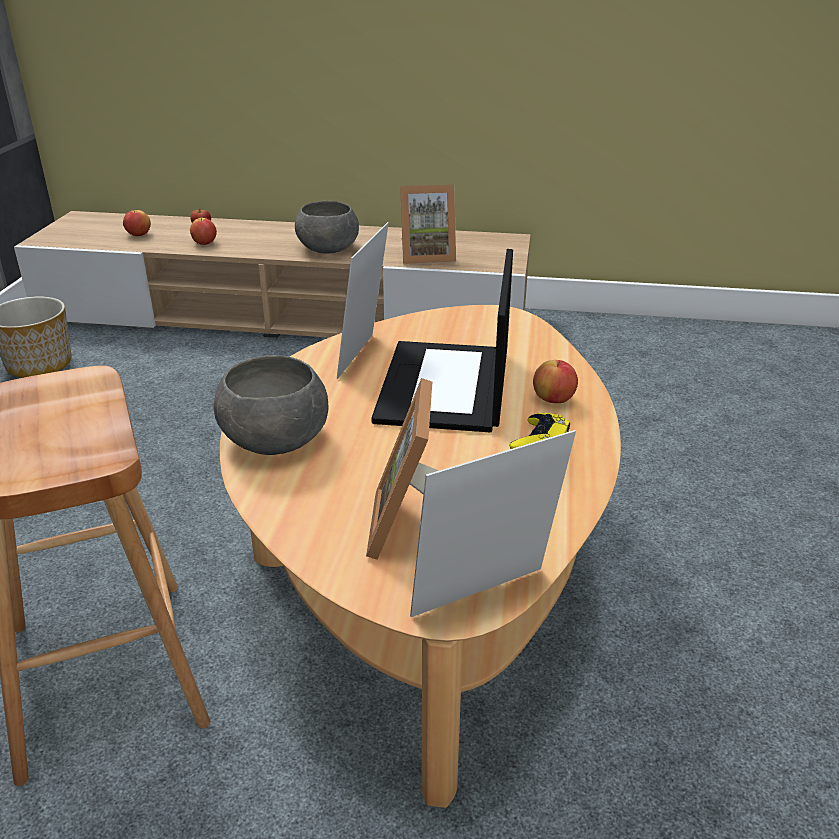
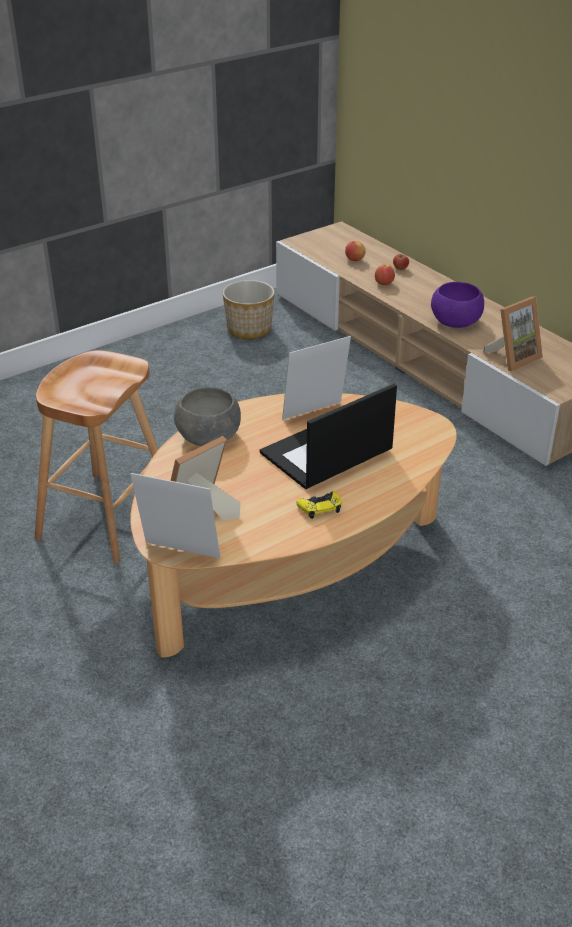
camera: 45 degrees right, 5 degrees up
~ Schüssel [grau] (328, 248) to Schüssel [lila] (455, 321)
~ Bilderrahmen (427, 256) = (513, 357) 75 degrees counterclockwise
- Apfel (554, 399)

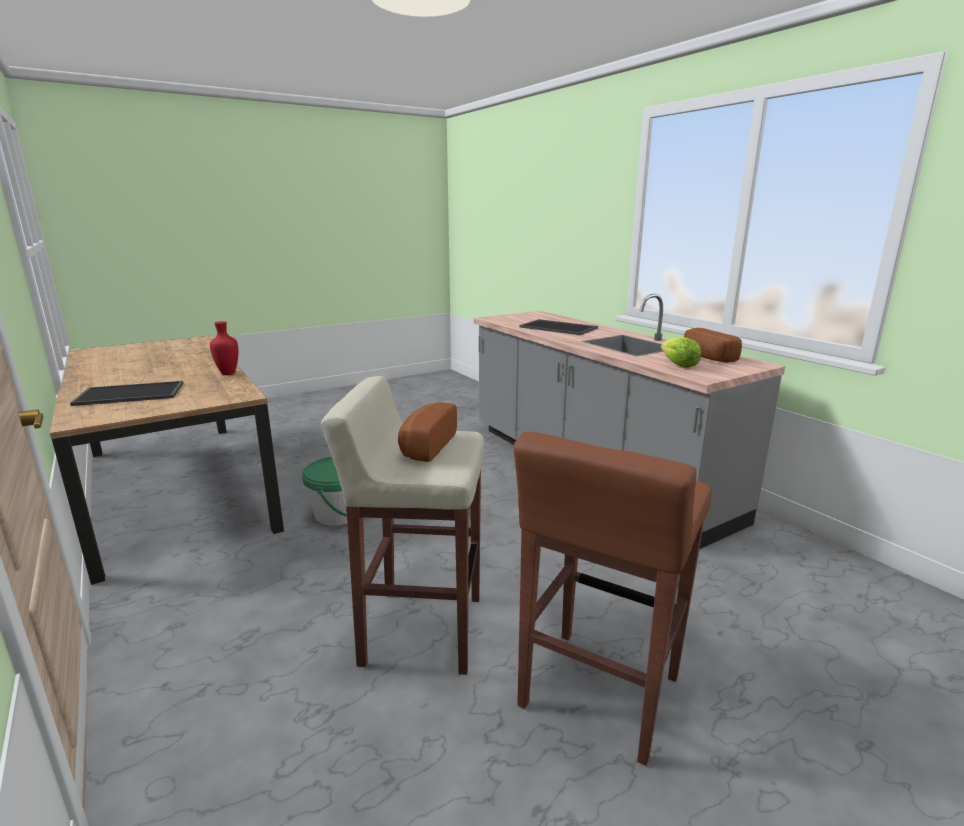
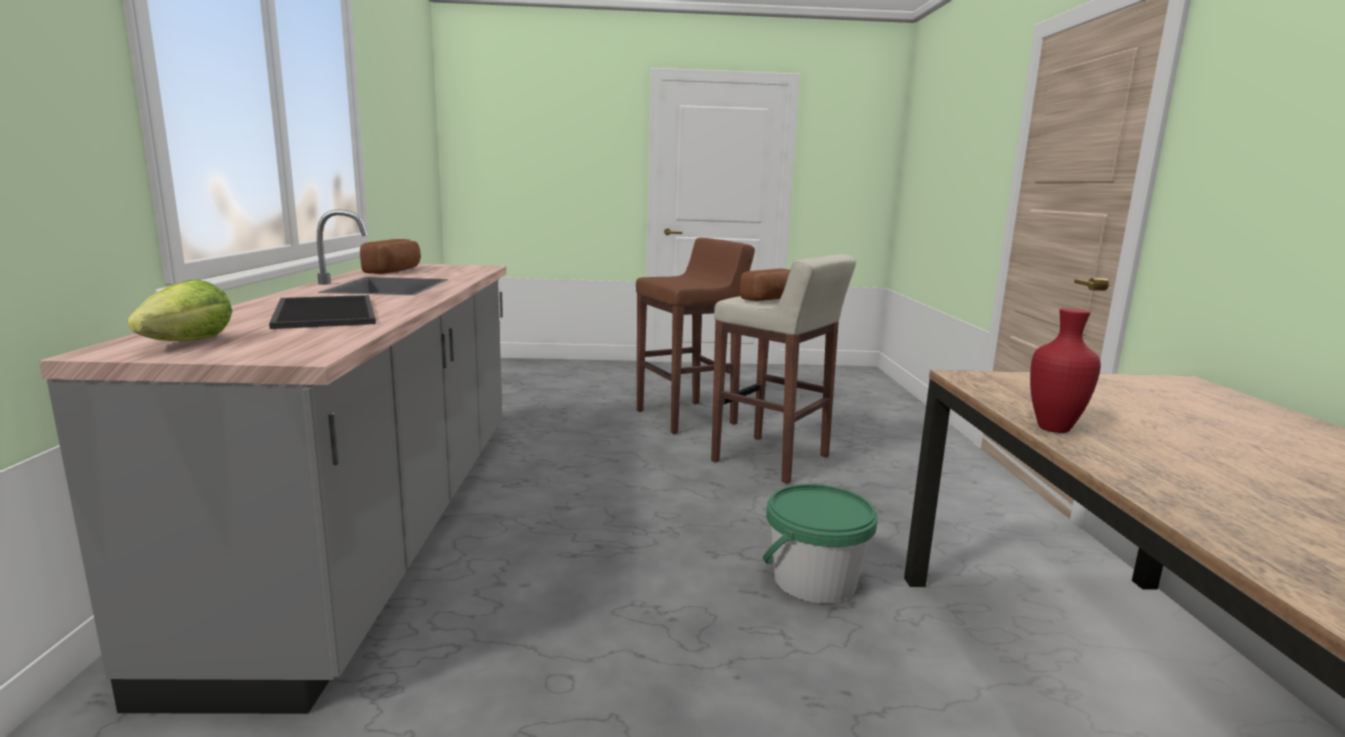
camera: 150 degrees left, 5 degrees down
- Tablett (129, 394)
~ Salatkopf (678, 365) to (189, 342)

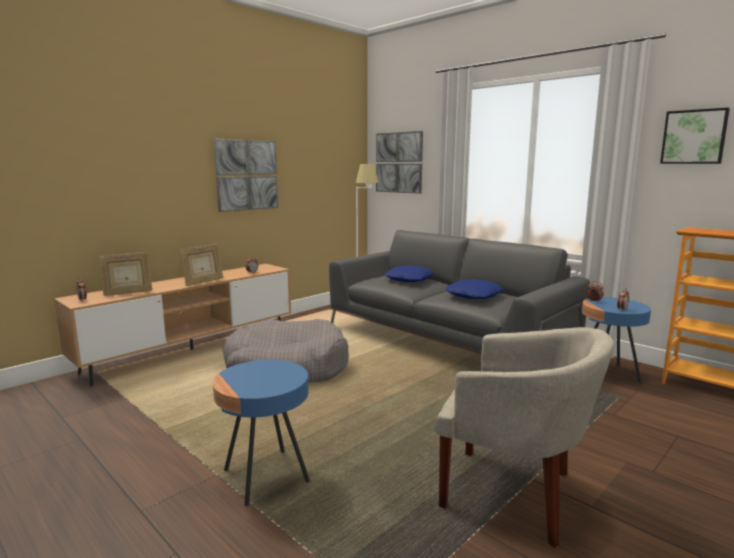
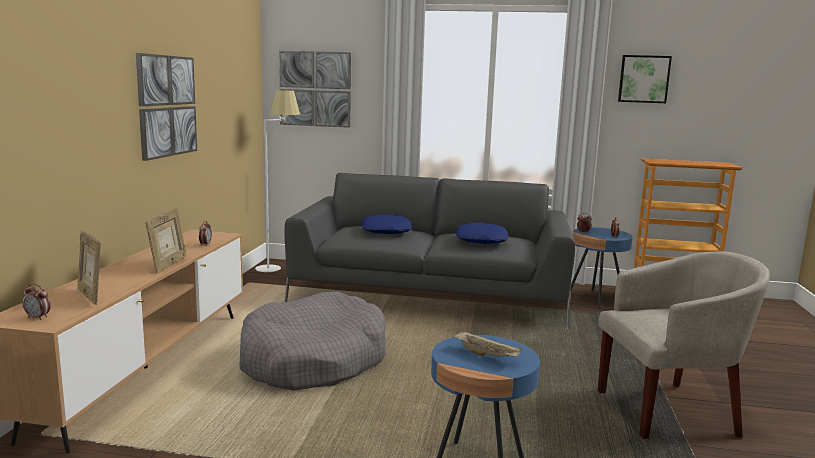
camera: 35 degrees left, 0 degrees up
~ Bilderrahmen (128, 293) = (90, 296) 105 degrees clockwise
+ Tablett [beige] (487, 356)

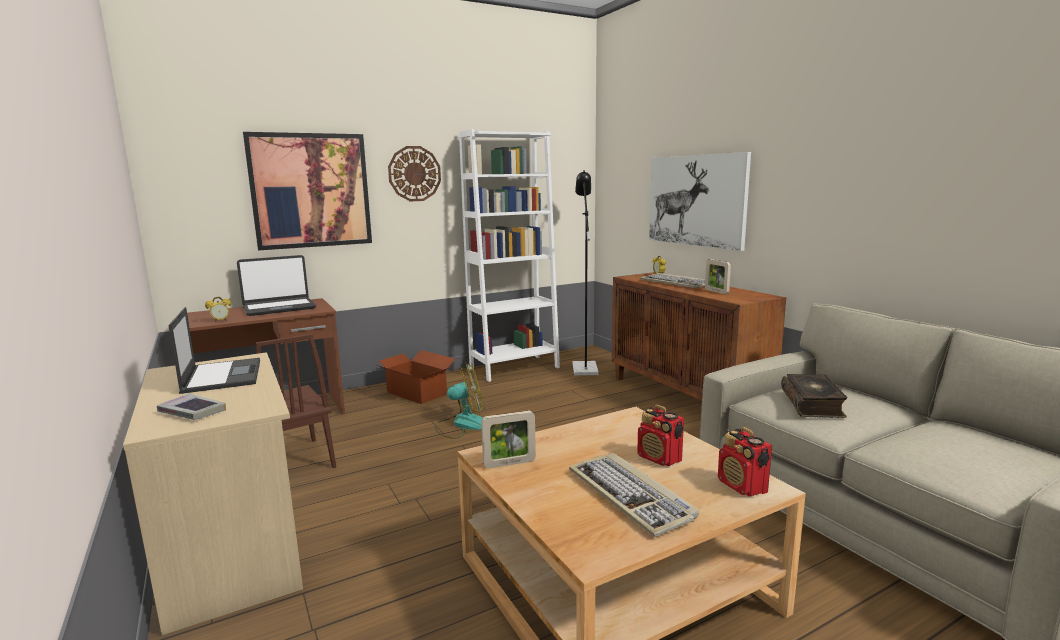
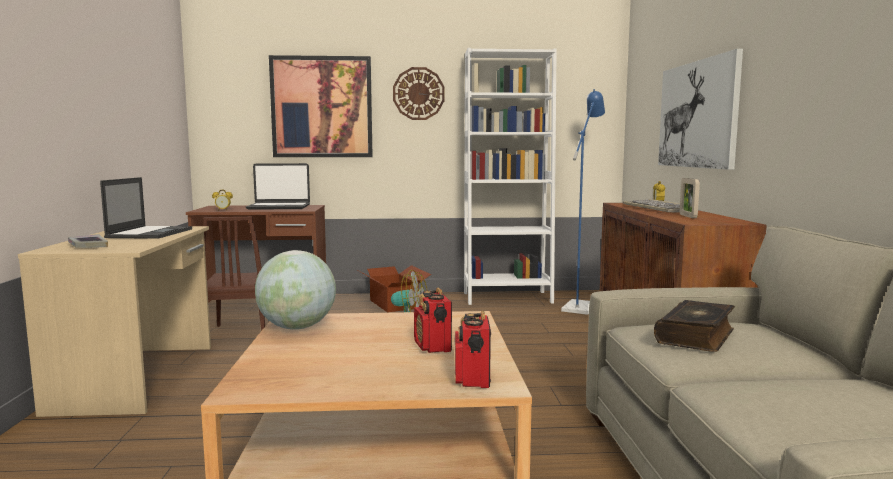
camera: 25 degrees right, 5 degrees down
~ Bilderrahmen (509, 463) to Globus (297, 327)
- Tastatur (631, 496)
~ Stehlampe [schwarz] (584, 367) to Stehlampe [blau] (581, 306)

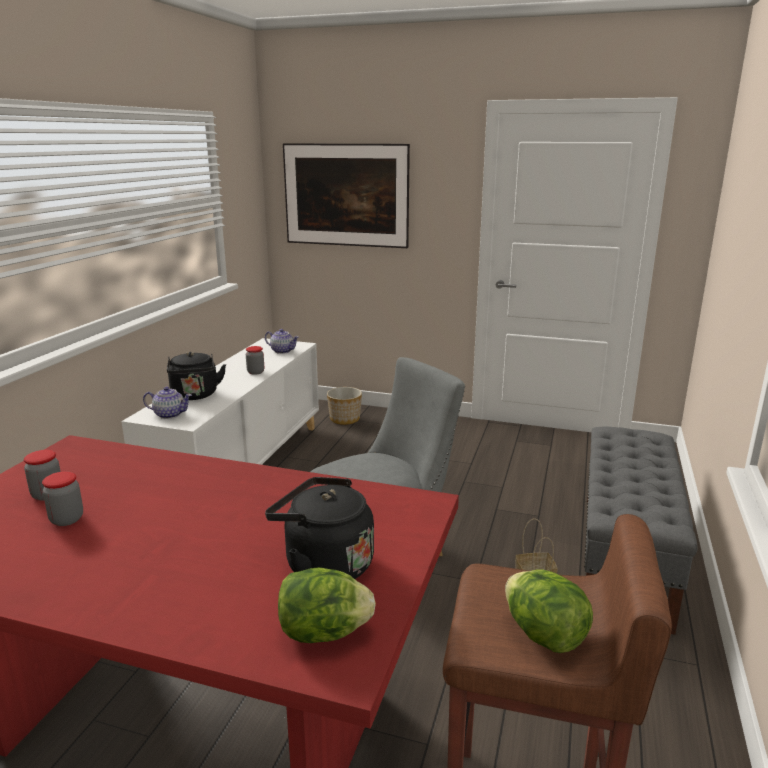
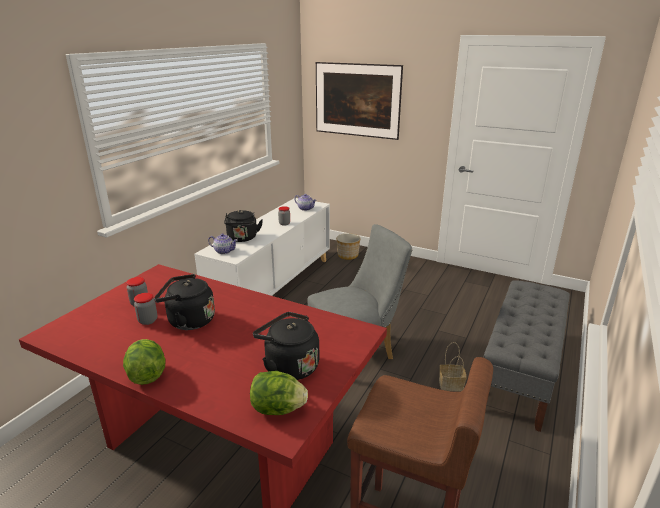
camera: 10 degrees right, 5 degrees up
~ Salatkopf (544, 635) to (147, 375)
+ Wasserkessel [schwarz] (188, 321)

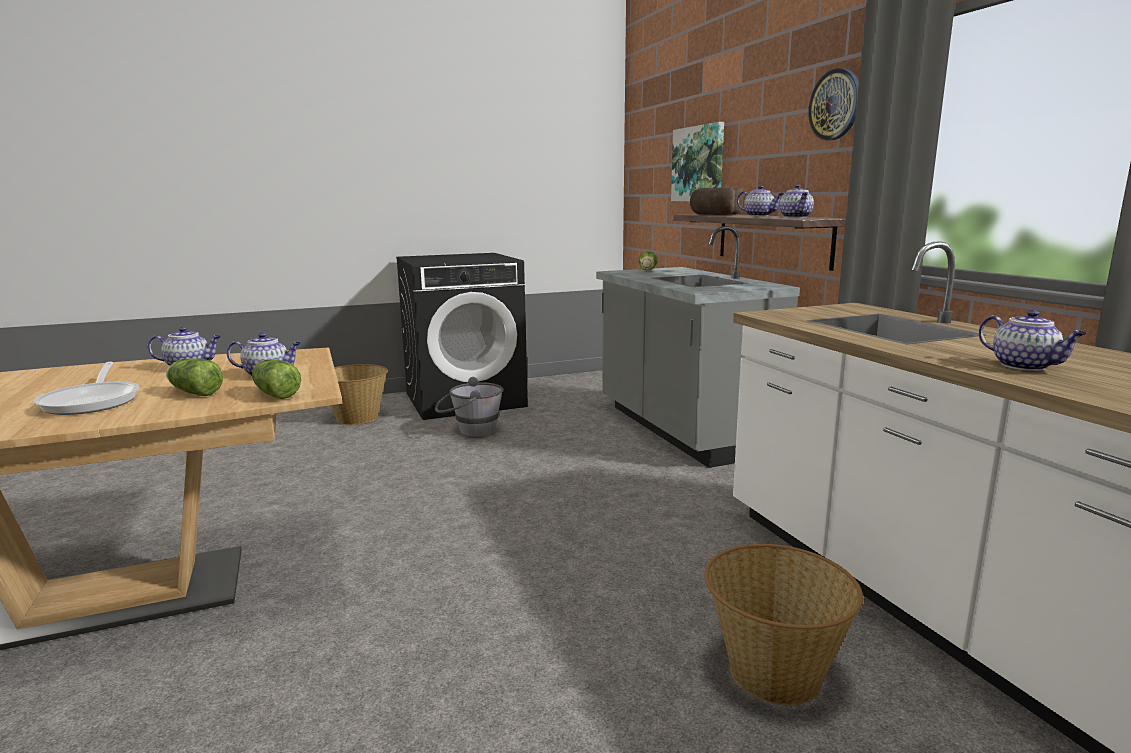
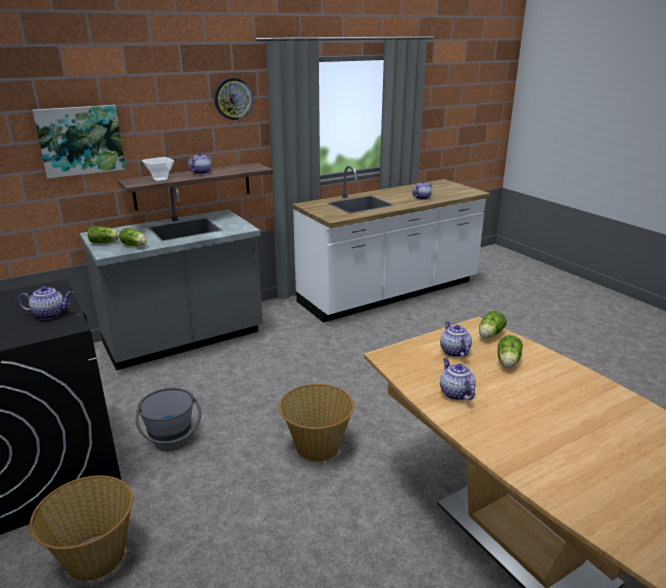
camera: 100 degrees left, 10 degrees up
- Pfanne (93, 401)
~ Brot (713, 214) to Schüssel (159, 179)
~ Korb (773, 672) to (317, 447)
~ Teekanne (796, 217) to (50, 314)
+ Salatkopf (135, 245)

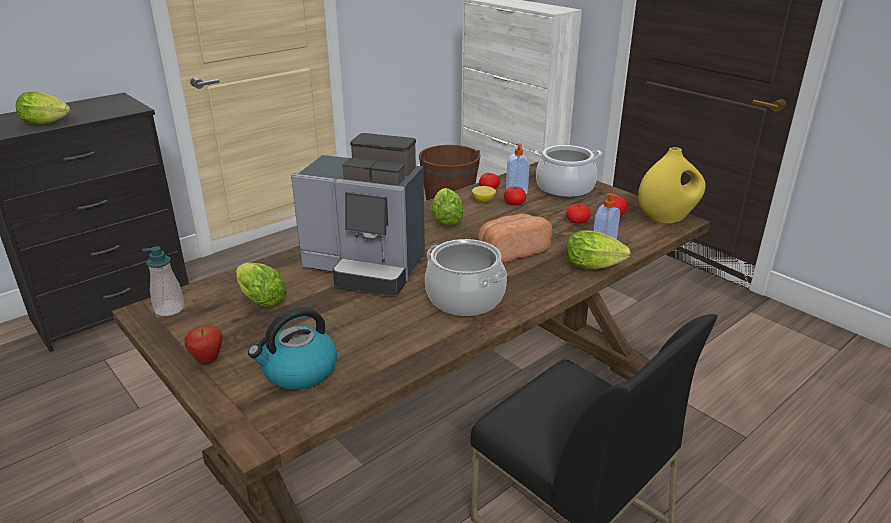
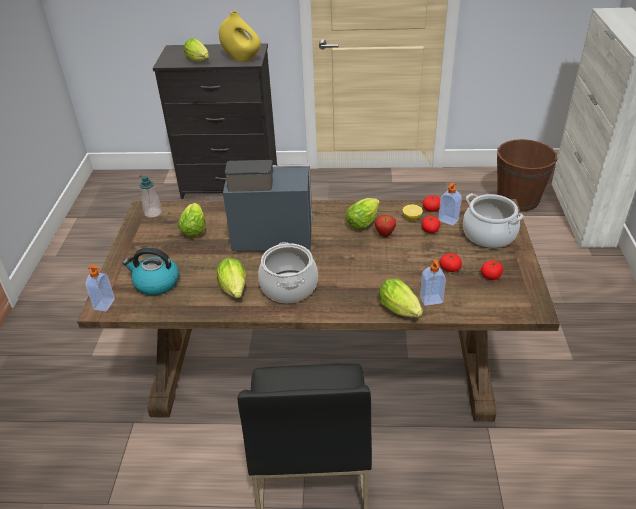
camera: 45 degrees right, 10 degrees up
~ Apfel (208, 360) to (385, 235)
~ Kaffeemaschine (367, 268) = (269, 235) 120 degrees clockwise
- Brot (510, 252)
~ Vase [gelb] (667, 218) to (242, 59)
+ Seifenspender (105, 304)
+ Salatkopf (234, 290)

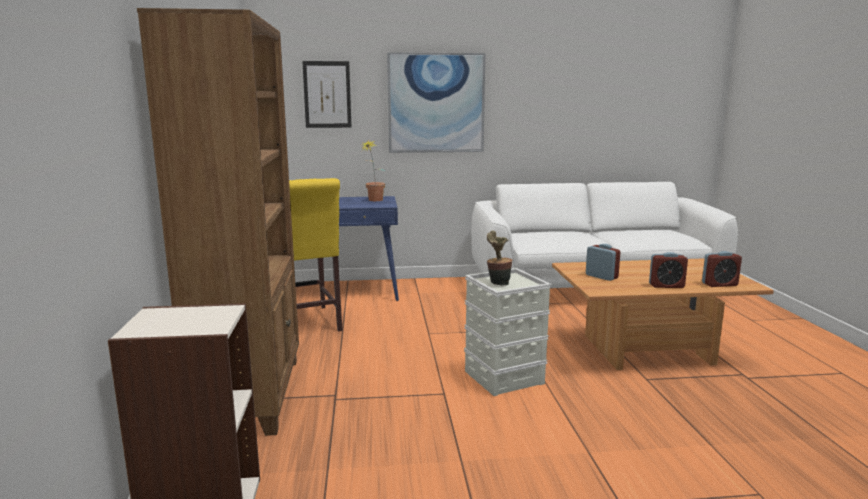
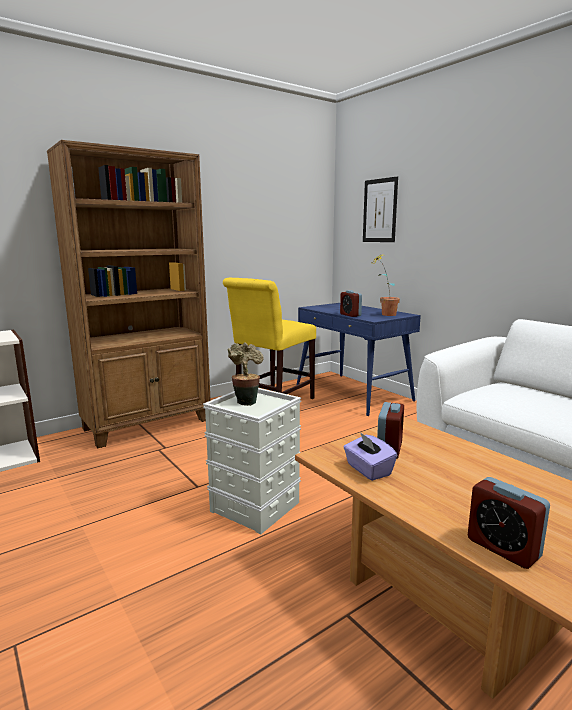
camera: 60 degrees right, 0 degrees up
- Bild (436, 103)
~ Wecker (666, 286) to (350, 315)
+ Taschentuchbox [lila] (368, 470)

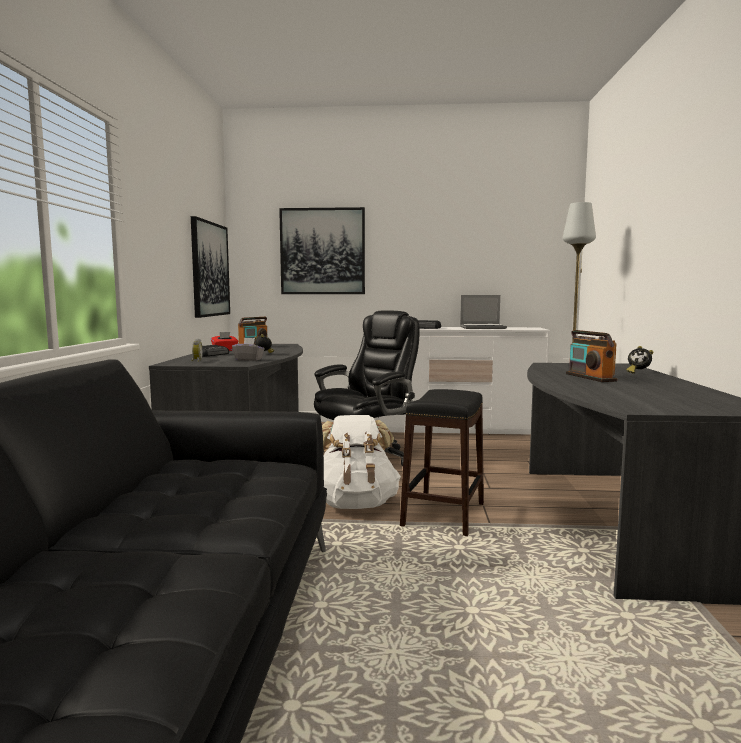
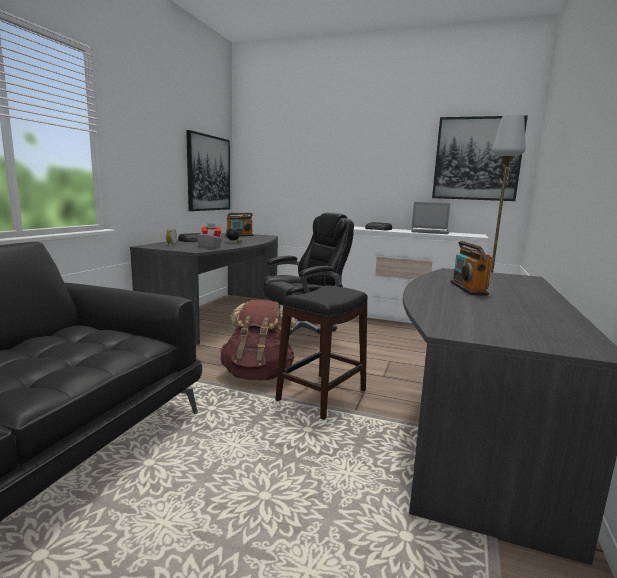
camera: 15 degrees right, 5 degrees up
~ Bild (322, 251) to (477, 159)
~ Rucksack [weiß] (355, 504) to Rucksack [braun] (258, 374)
- Wecker (638, 372)

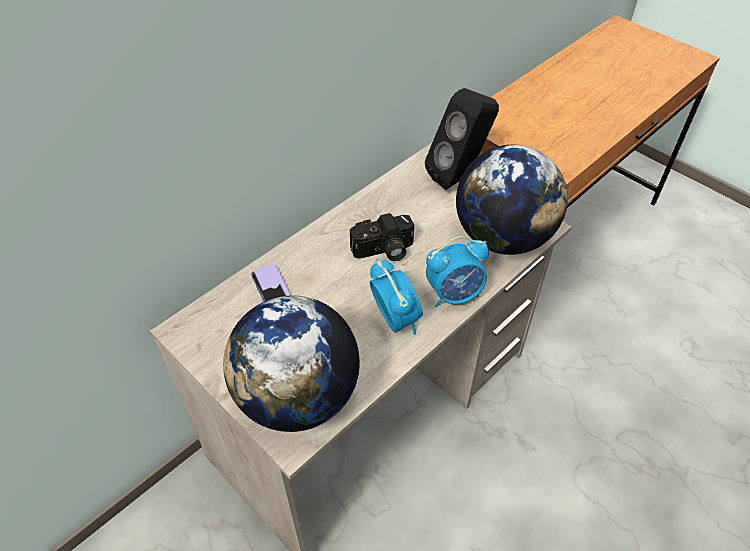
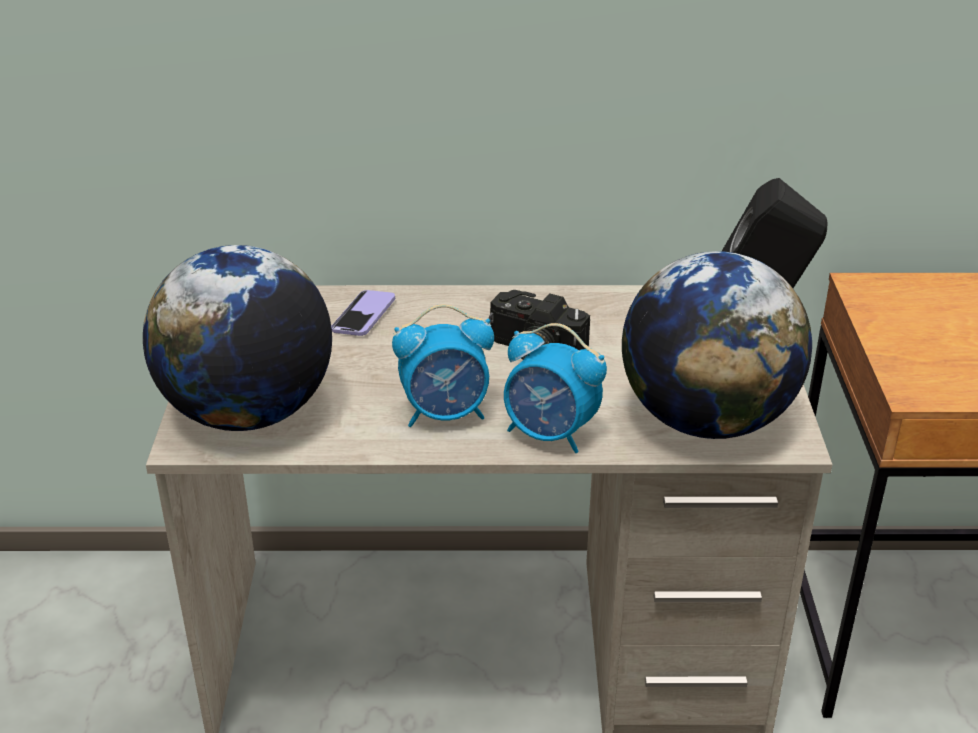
camera: 45 degrees right, 15 degrees down
~ Wecker (395, 319) = (446, 414) 60 degrees clockwise

